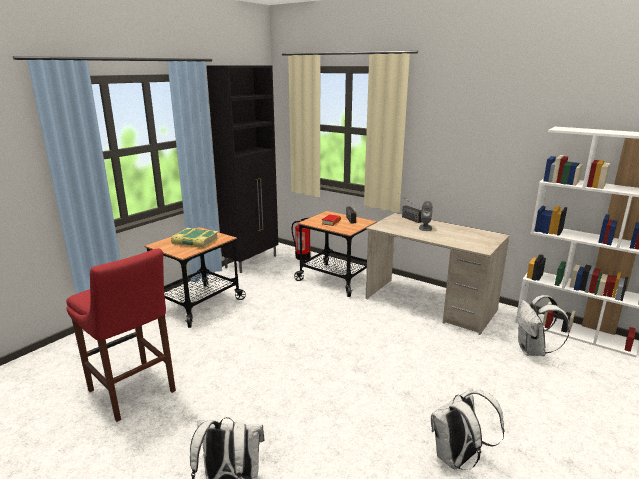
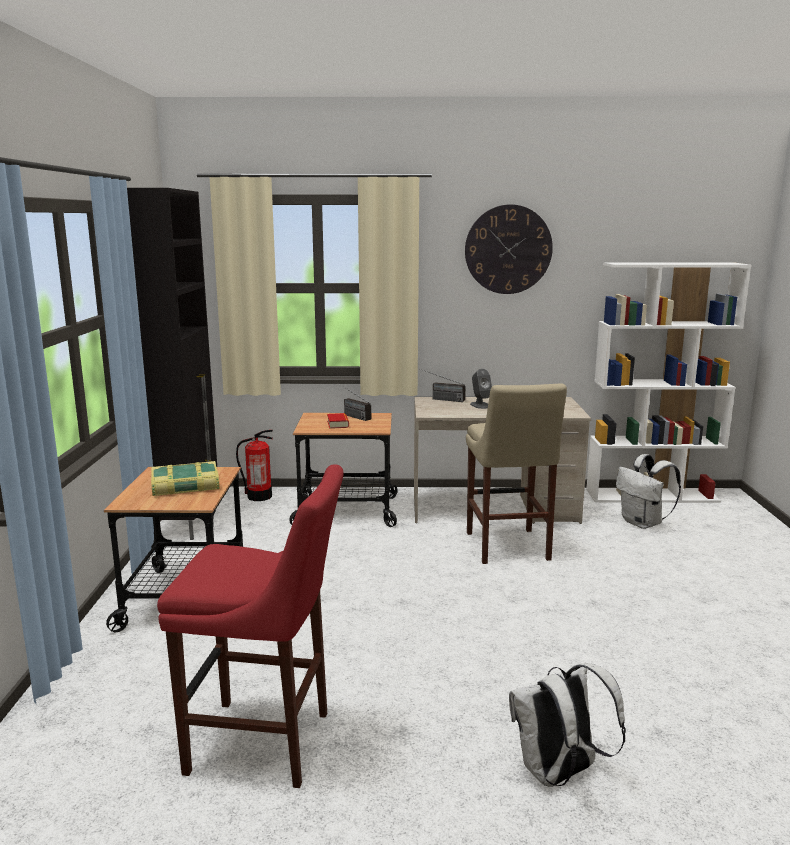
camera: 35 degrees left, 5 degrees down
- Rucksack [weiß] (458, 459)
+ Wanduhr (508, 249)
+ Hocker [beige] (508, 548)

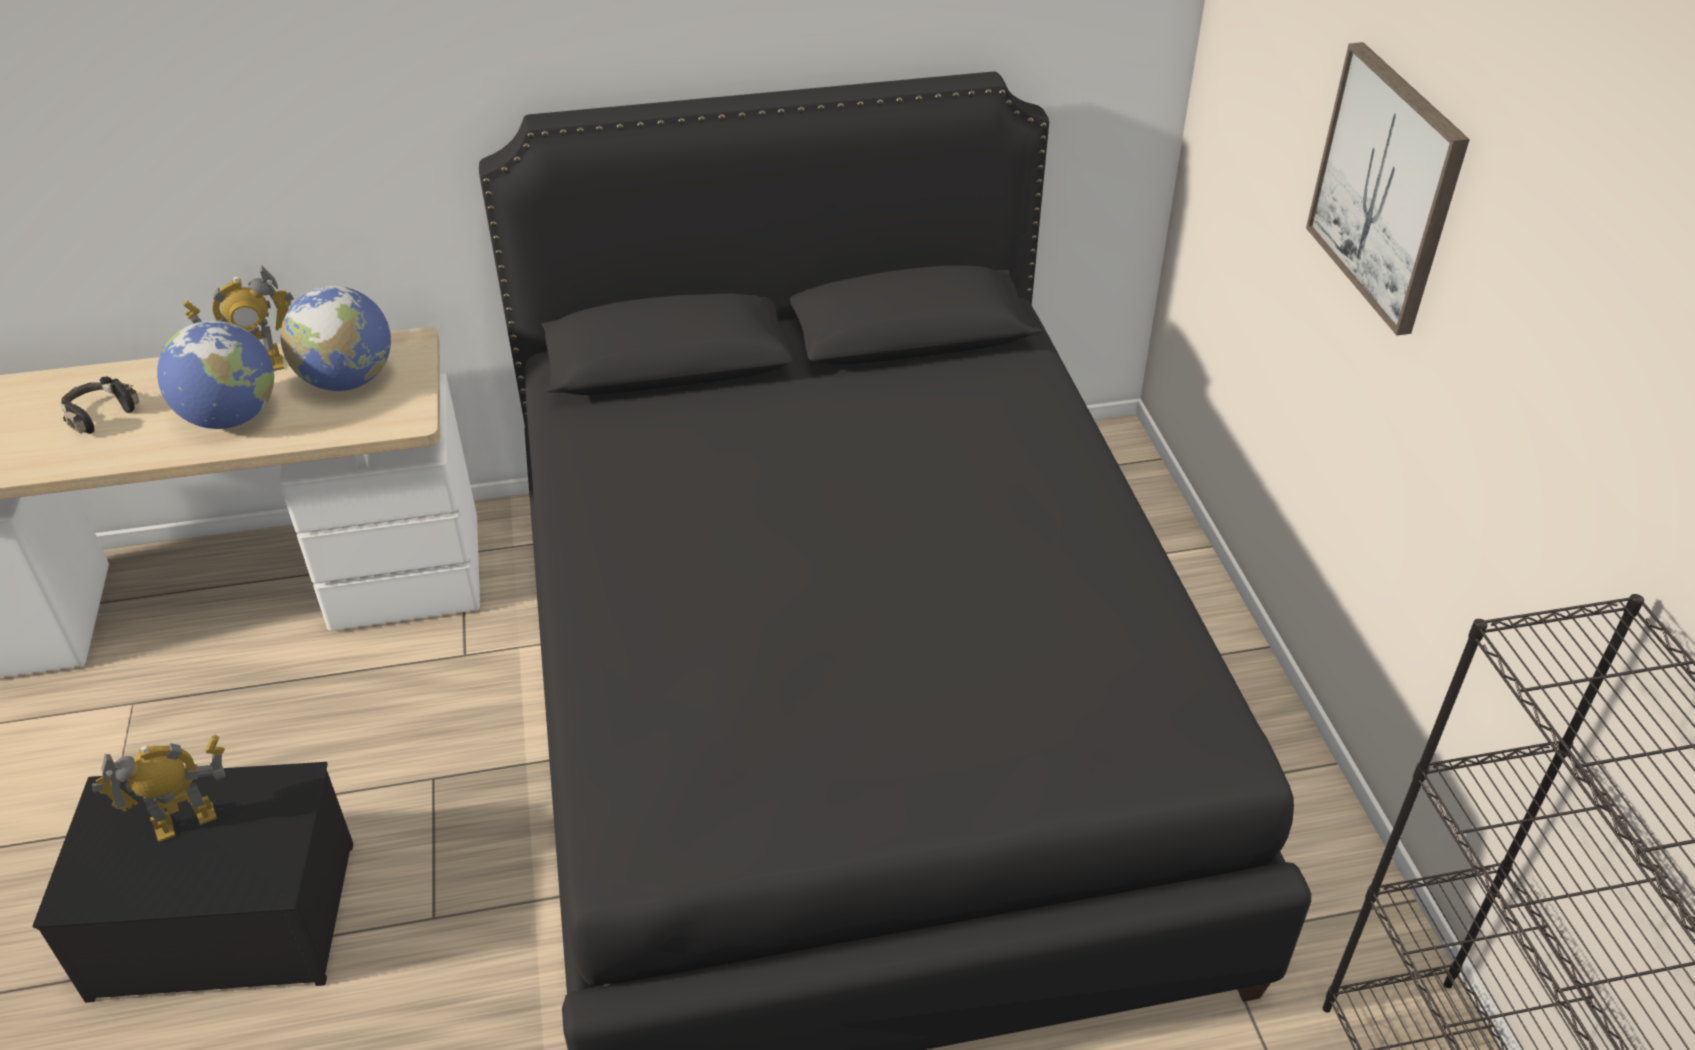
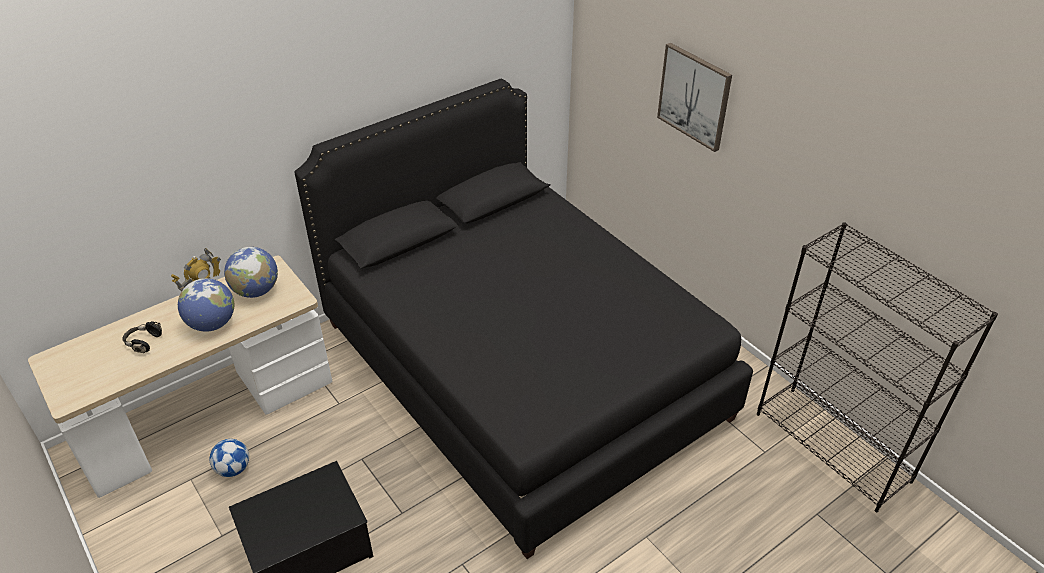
camera: 25 degrees left, 0 degrees up
- Spielzeugroboter (185, 822)
+ Fußball (233, 469)

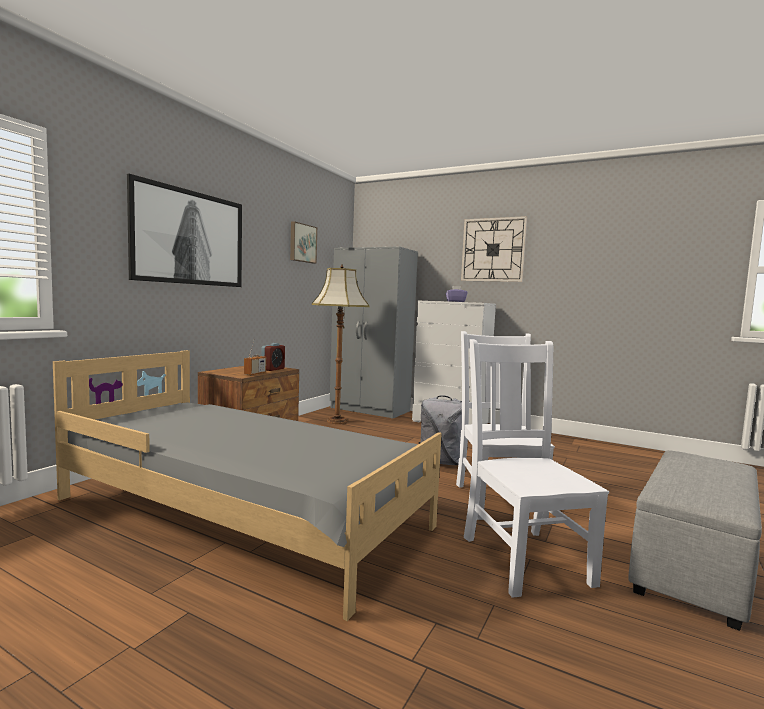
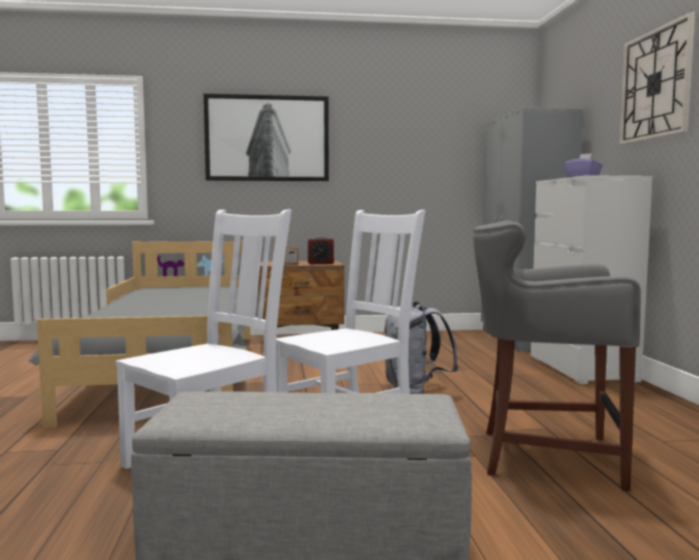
camera: 55 degrees right, 0 degrees up
- Bild (302, 243)
- Stehlampe (336, 421)
+ Hocker [grau] (544, 456)

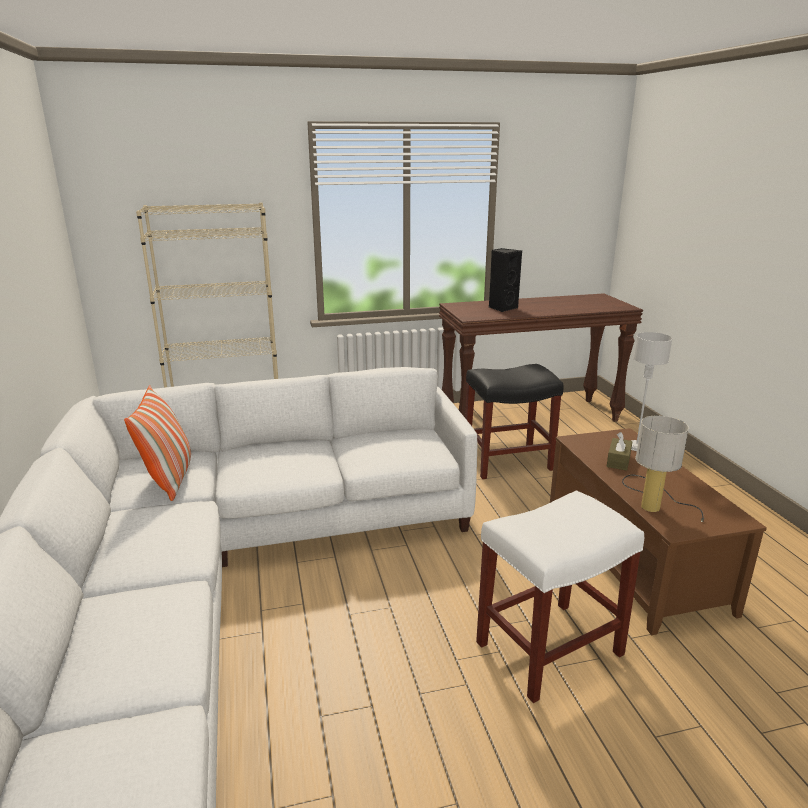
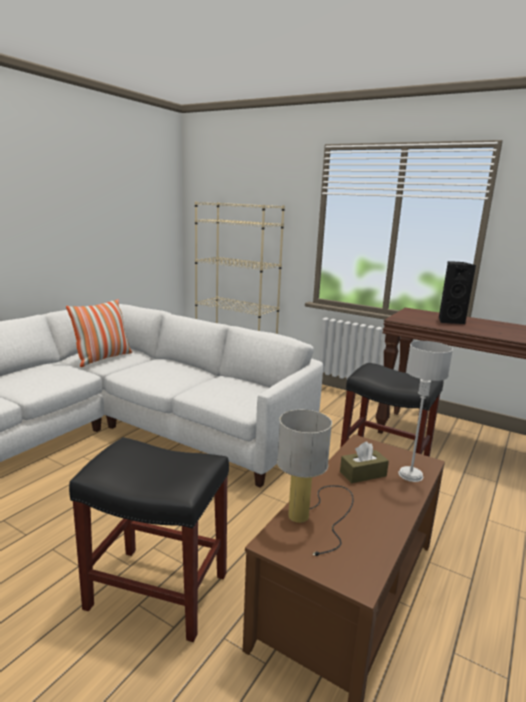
camera: 45 degrees right, 5 degrees down
~ Hocker [weiß] (548, 650) to Hocker [schwarz] (156, 591)

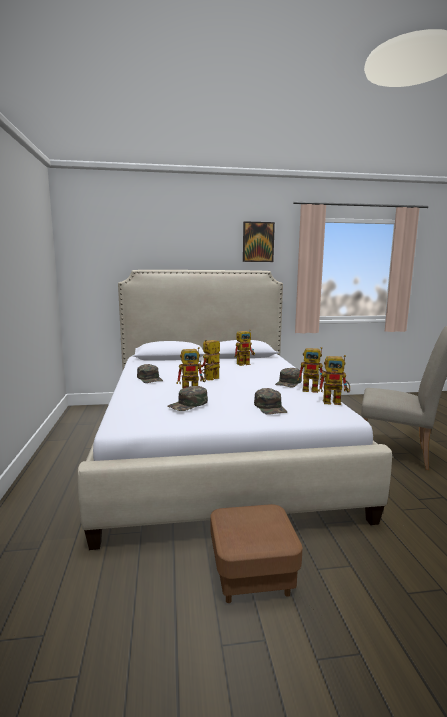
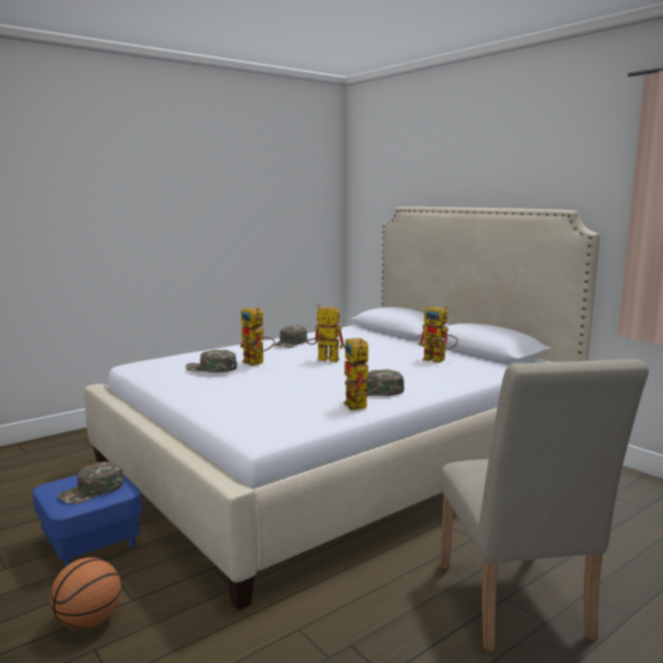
camera: 60 degrees right, 0 degrees up
~ Polsterhocker [braun] (252, 575) to Polsterhocker [blau] (91, 542)
- Bild (258, 242)
~ Kappe [grün] (270, 407) to (92, 490)
- Spielzeugroboter (336, 402)
+ Basketball (89, 621)

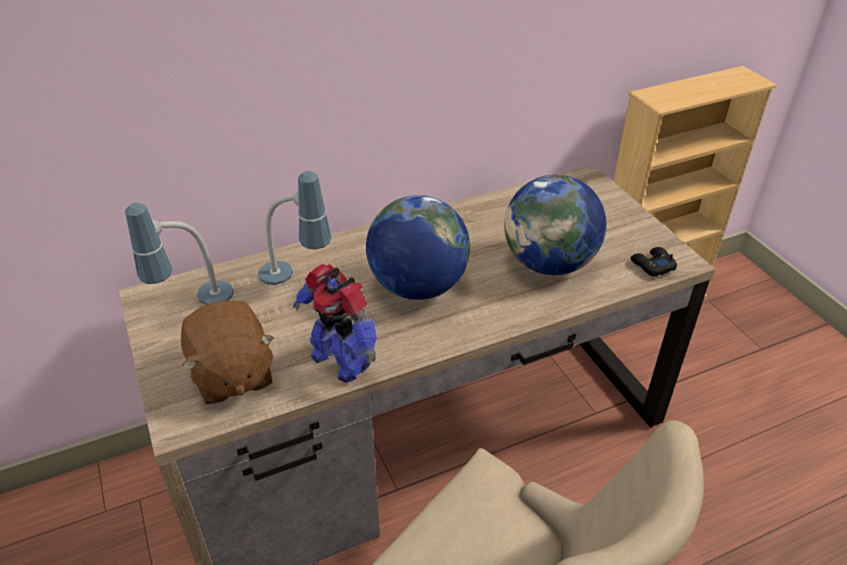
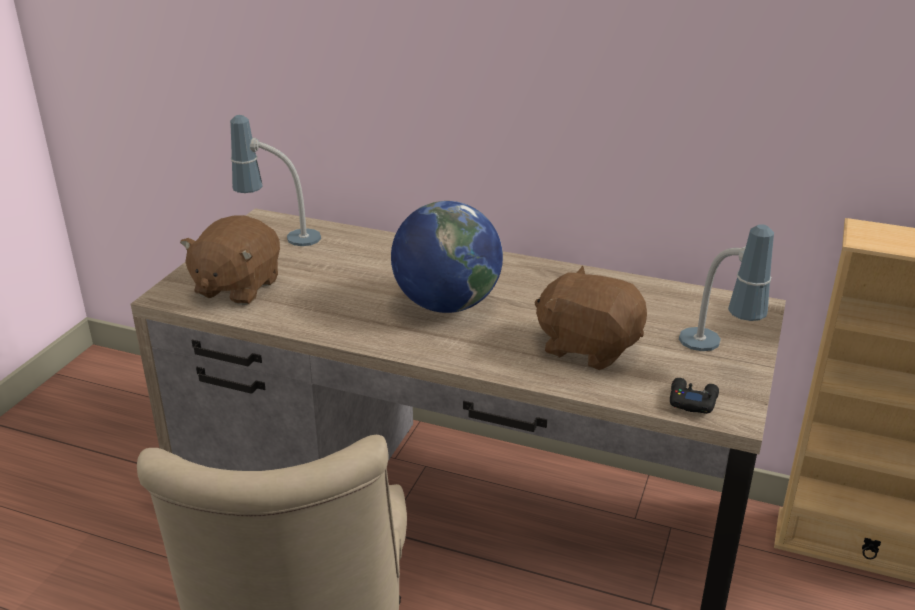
camera: 45 degrees right, 10 degrees down
~ Tischlampe (297, 279) to (716, 355)
- Spielzeugroboter (341, 360)
~ Globus (549, 263) to Plüschtier [braun] (588, 347)

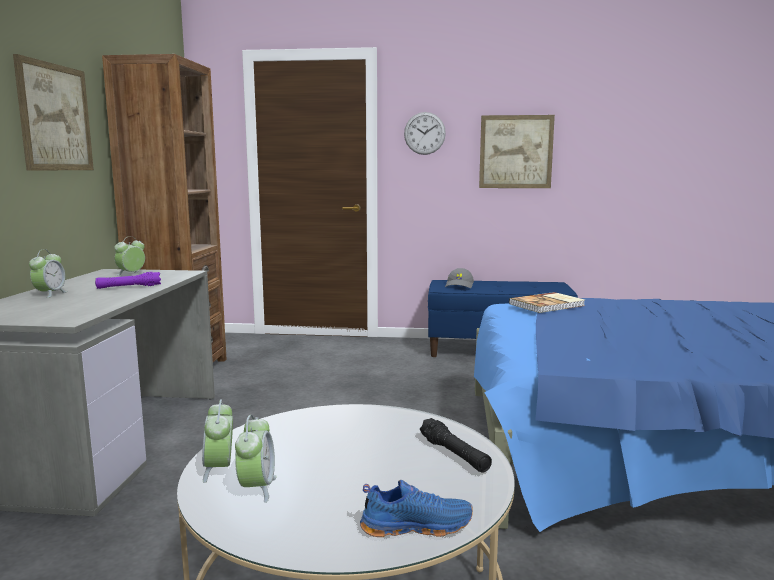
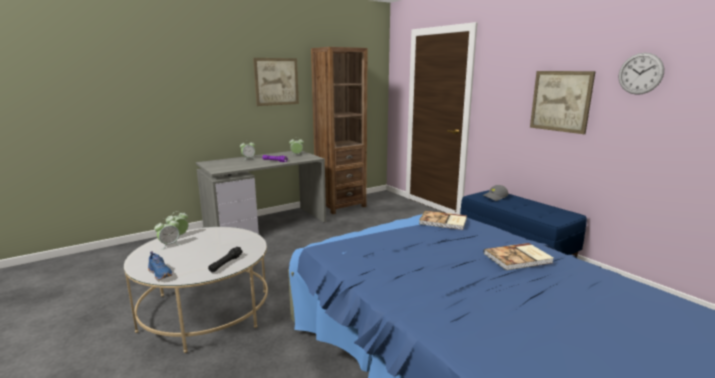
camera: 50 degrees right, 5 degrees up
~ Wanduhr (424, 133) to (640, 73)
+ Buch (518, 258)

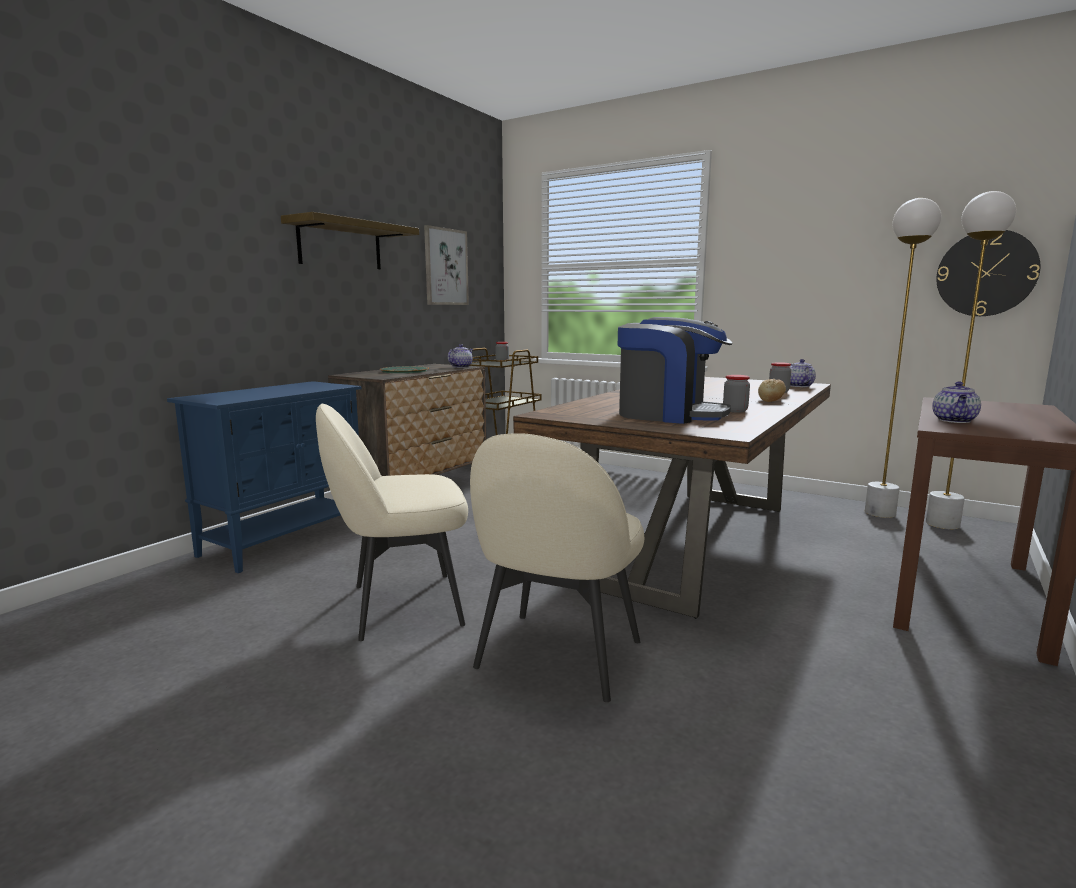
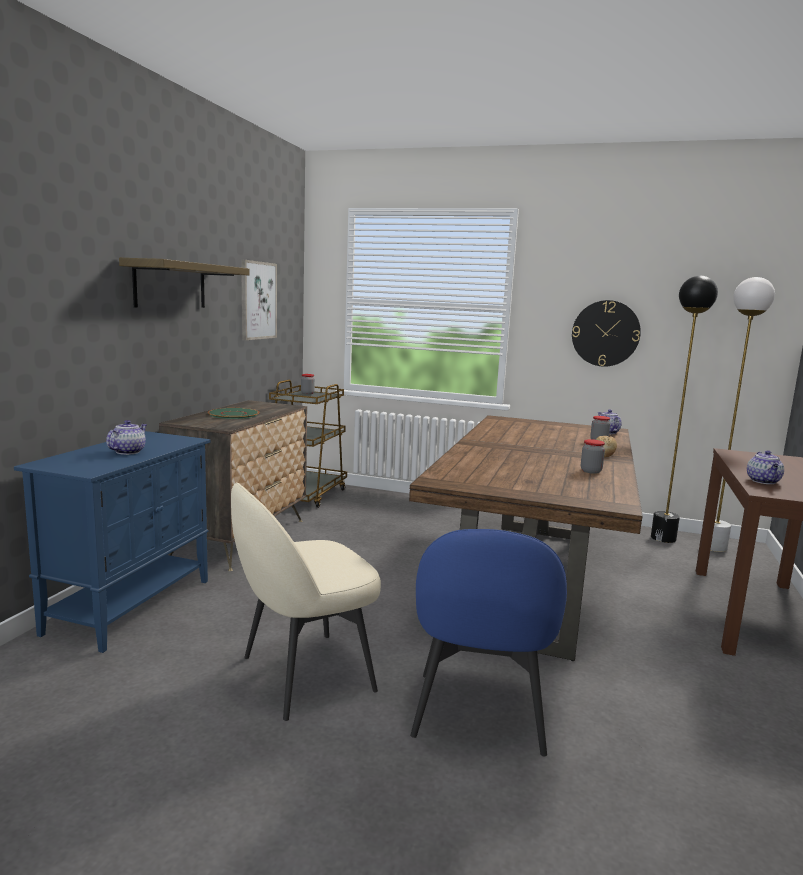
camera: 15 degrees left, 0 degrees up
~ Teekanne (461, 367) to (128, 451)
~ Stuhl [beige] (557, 657) to Stuhl [blau] (479, 715)
- Kaffeemaschine (669, 415)
~ Stehlampe [weiß] (880, 513) to Stehlampe [schwarz] (663, 538)
~ Wanduhr (986, 273) to (605, 333)

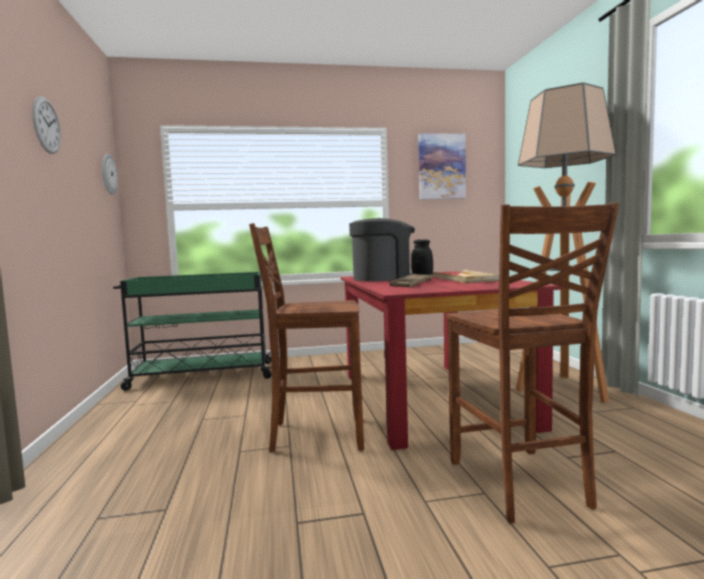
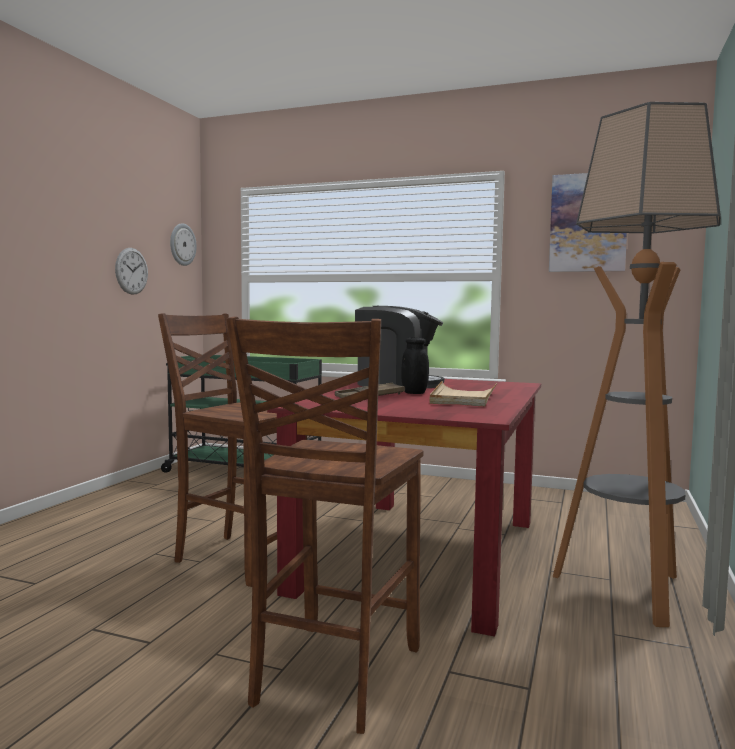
camera: 30 degrees right, 0 degrees up
~ Wanduhr (46, 125) to (131, 271)

